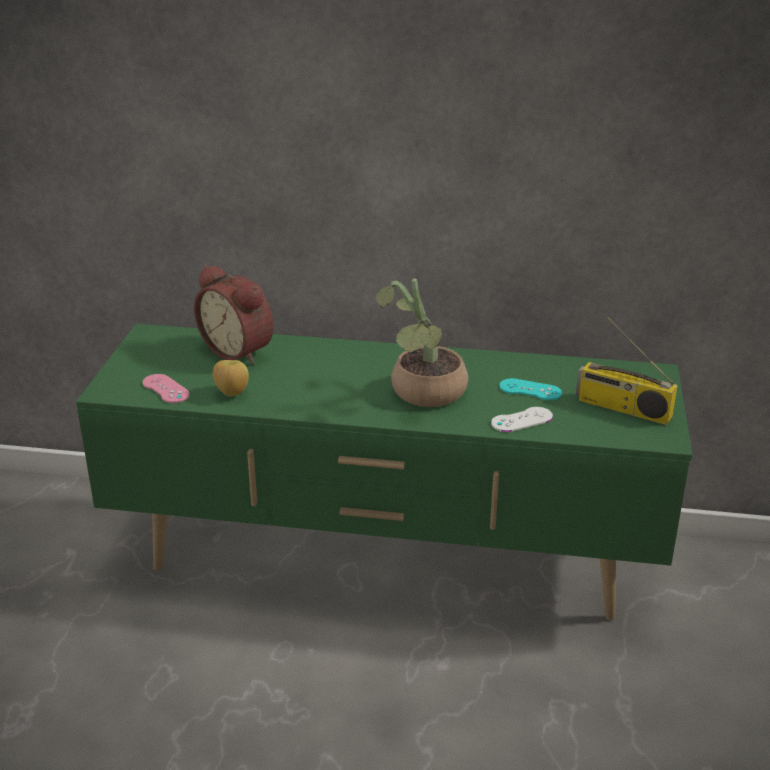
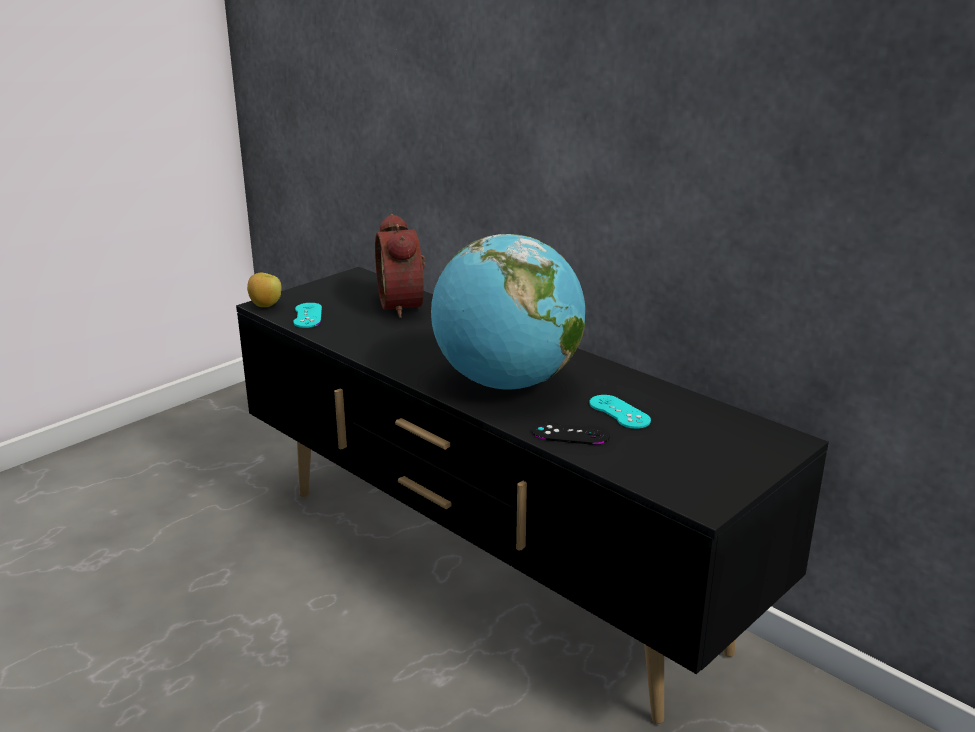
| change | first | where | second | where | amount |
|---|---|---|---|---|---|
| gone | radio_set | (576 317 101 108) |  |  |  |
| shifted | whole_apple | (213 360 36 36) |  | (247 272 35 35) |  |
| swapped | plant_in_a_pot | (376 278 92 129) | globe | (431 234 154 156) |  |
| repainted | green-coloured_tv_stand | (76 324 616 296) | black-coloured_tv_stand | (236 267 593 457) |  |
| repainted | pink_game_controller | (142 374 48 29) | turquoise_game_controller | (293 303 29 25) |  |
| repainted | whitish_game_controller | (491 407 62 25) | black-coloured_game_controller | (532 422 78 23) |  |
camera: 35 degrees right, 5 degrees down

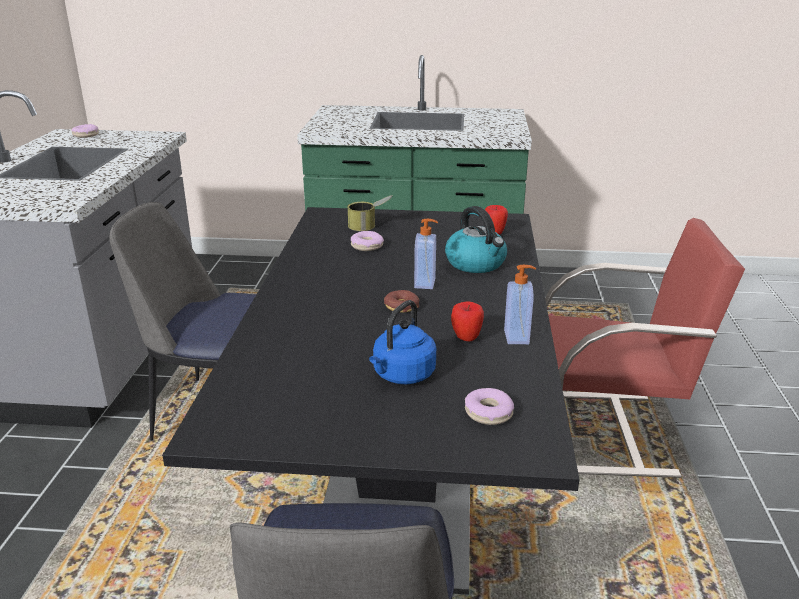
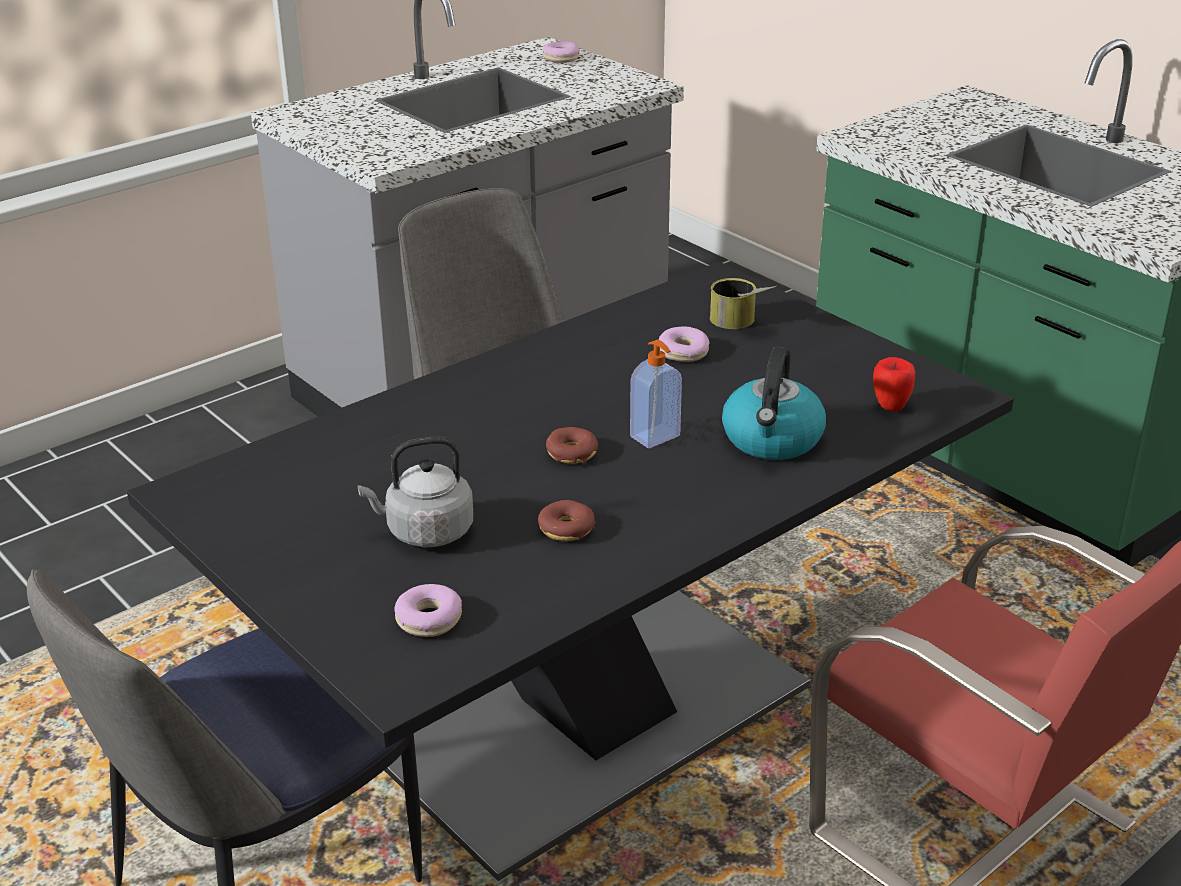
| change | first | where | second | where | amount |
|---|---|---|---|---|---|
| gone | soap_dispenser | (504 265 32 79) |  |  |  |
| swapped | whole_apple | (451 301 33 40) | ring_doughnut | (538 500 58 41) |  |
| repainted | blue-coloured_water_kettle | (369 300 67 84) | grey_water_kettle | (358 436 115 111) |  |
camera: 45 degrees right, 5 degrees up

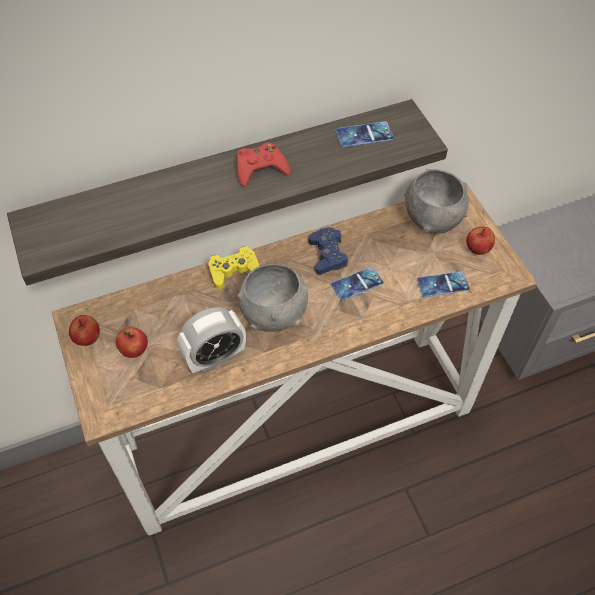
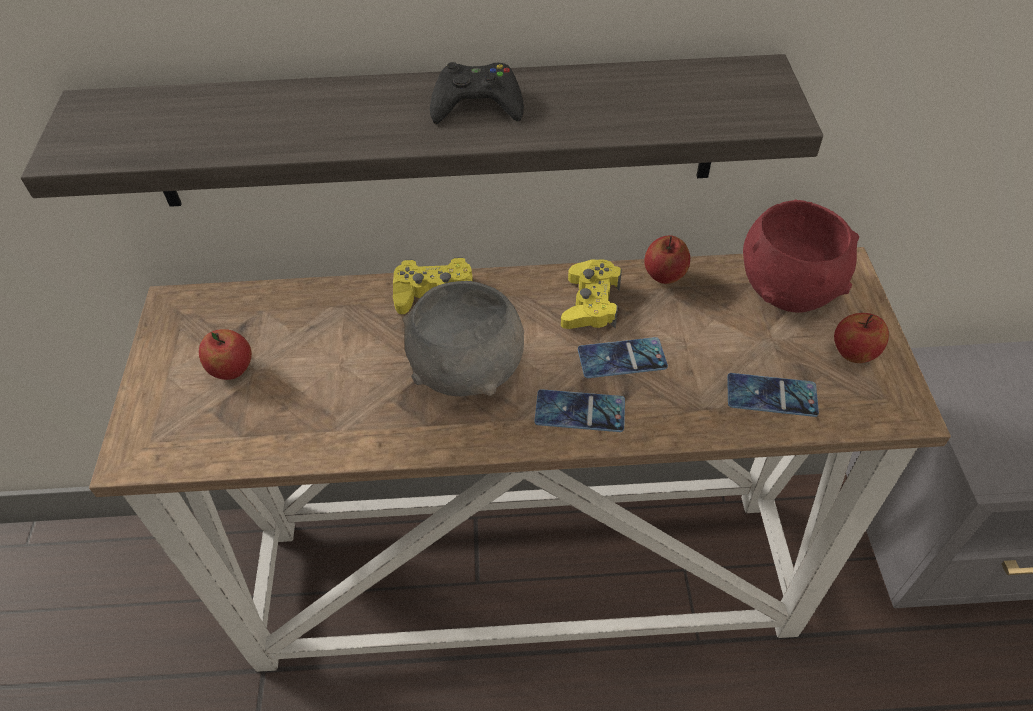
| change | first | where | second | where | amount |
|---|---|---|---|---|---|
| gone | bedside_clock | (177 307 69 66) |  |  |  |
| shifted | whole_apple | (69 315 31 31) |  | (644 235 46 49) |  |
| shifted | phone | (336 121 58 26) |  | (534 389 91 43) |  |
| repainted | reddish_game_controller | (237 143 54 44) | black-coloured_game_controller | (430 62 94 62) |  |
| repainted | blue-coloured_game_controller | (309 227 39 47) | yellowish_game_controller | (561 259 61 70) |  |
| repainted | grey_deep_dish | (404 169 65 65) | reddish_deep_dish | (743 199 116 114) |  |
camera: 20 degrees right, 5 degrees down

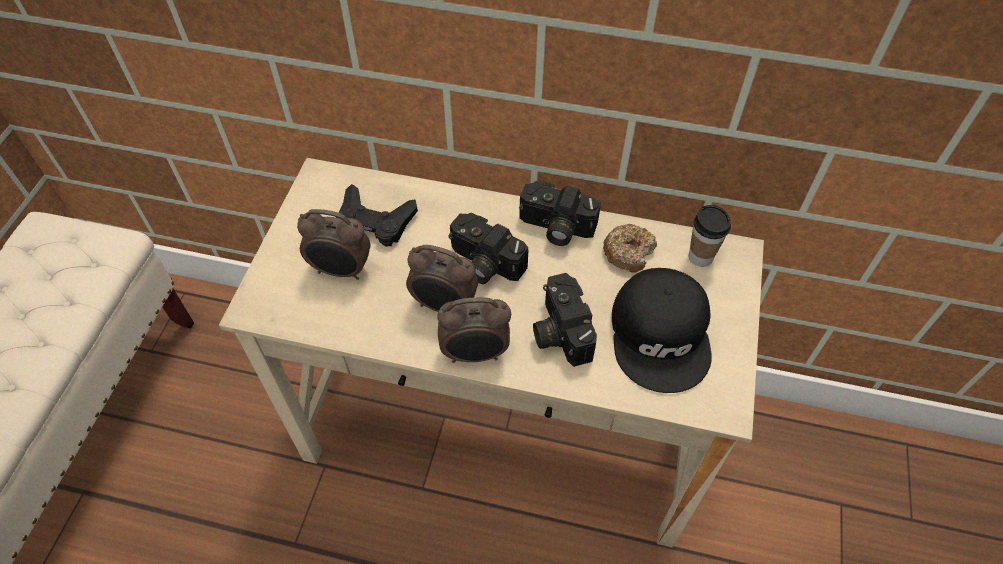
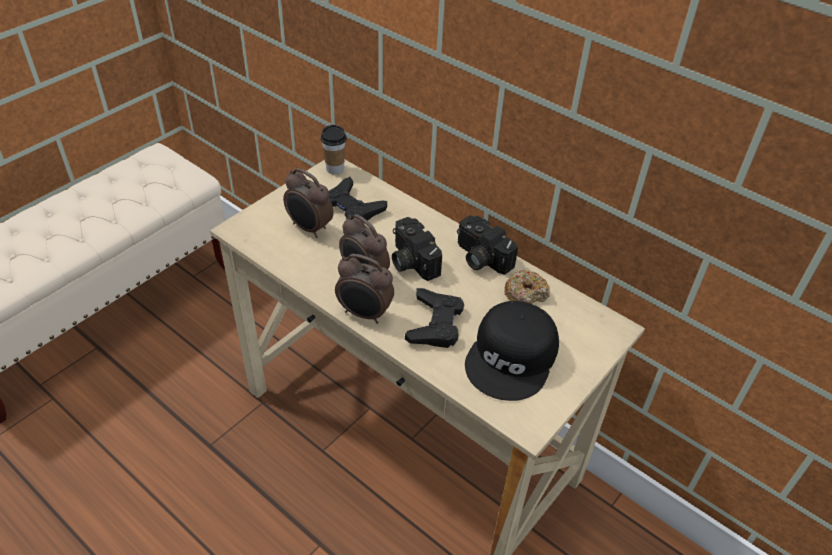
| change | first | where | second | where | amount |
|---|---|---|---|---|---|
| shifted | small_cup | (689 205 42 62) |  | (321 125 26 50) |  |
| swapped | photo_camera | (533 273 64 94) | black-coloured_game_controller | (405 288 59 60) |  |
camera: 25 degrees right, 10 degrees down

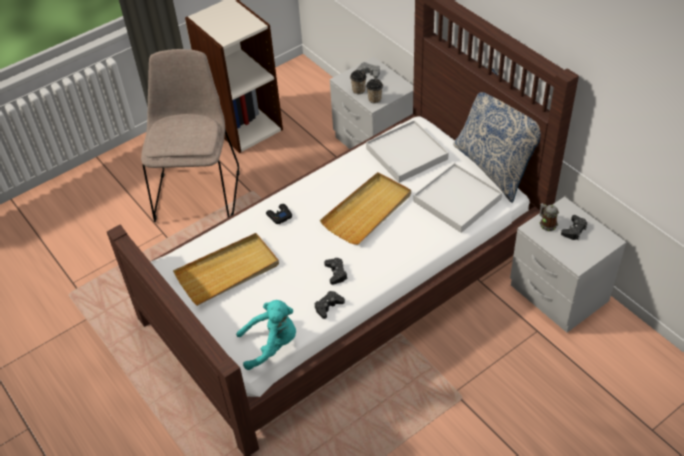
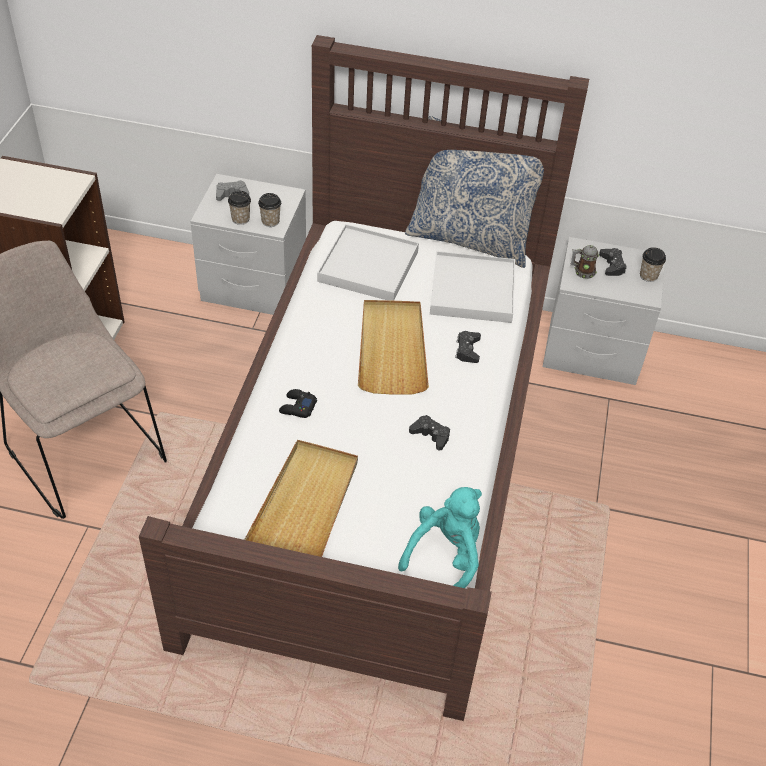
| change | first | where | second | where | amount |
|---|---|---|---|---|---|
| new |  |  | small_cup | (640 247 26 35) |  |
| shifted | black-coloured_game_controller | (315 291 30 28) |  | (455 331 26 32) |  |
camera: 45 degrees left, 0 degrees up

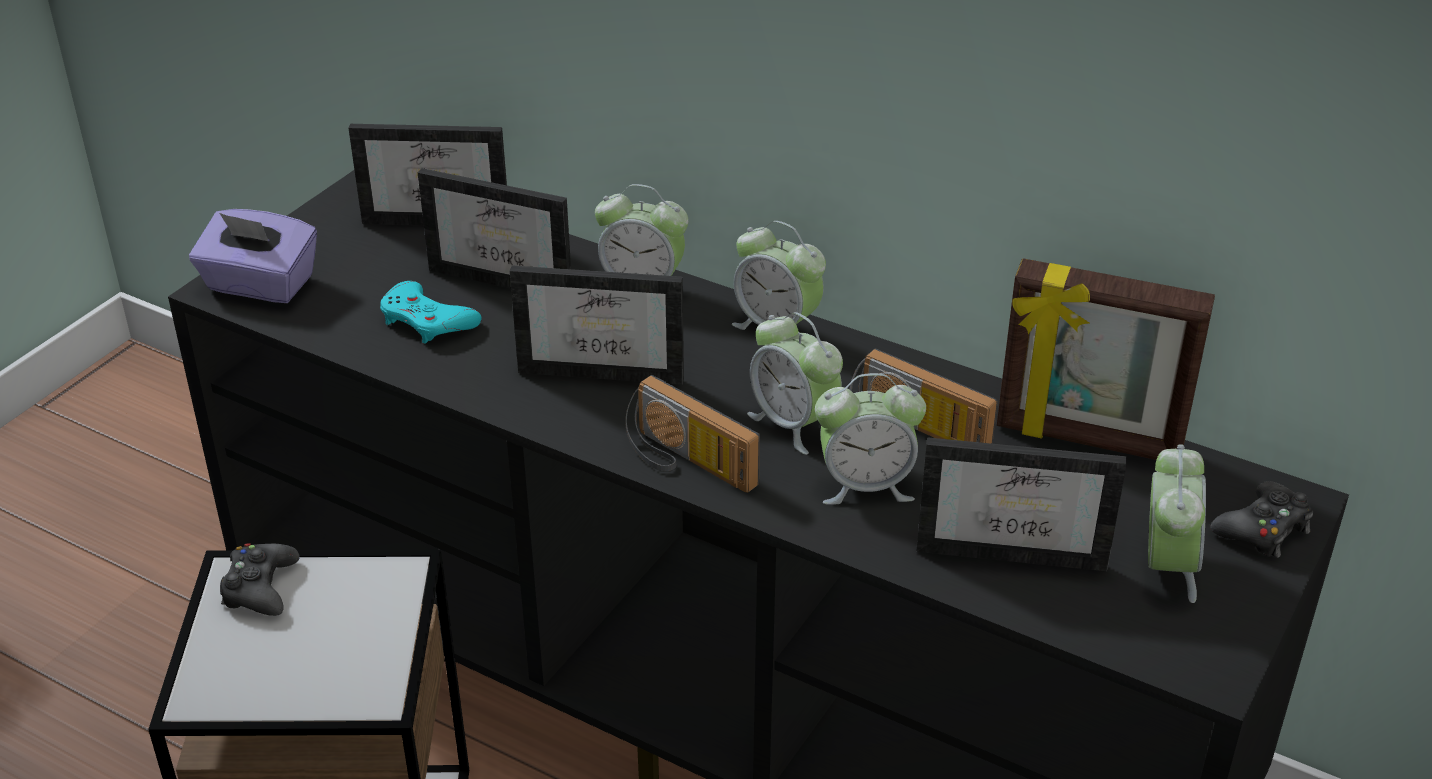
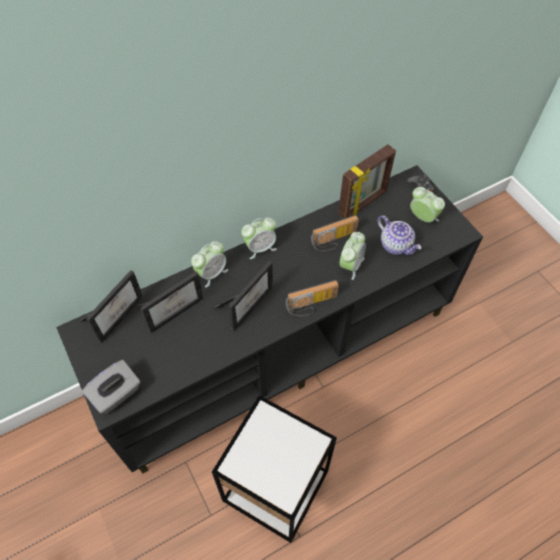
| change | first | where | second | where | amount |
|---|---|---|---|---|---|
| gone | black-coloured_game_controller | (220 543 80 73) |  |  |  |
| gone | turquoise_game_controller | (380 281 101 63) |  |  |  |
| gone | bedside_clock | (747 312 96 143) |  |  |  |
| swapped | photo_frame | (916 437 211 134) | teapot | (377 215 44 40) |  |
| repainted | purple_box_of_tissues | (189 209 128 94) | grey_box_of_tissues | (82 360 58 54) |  |
camera: 60 degrees left, 20 degrees up

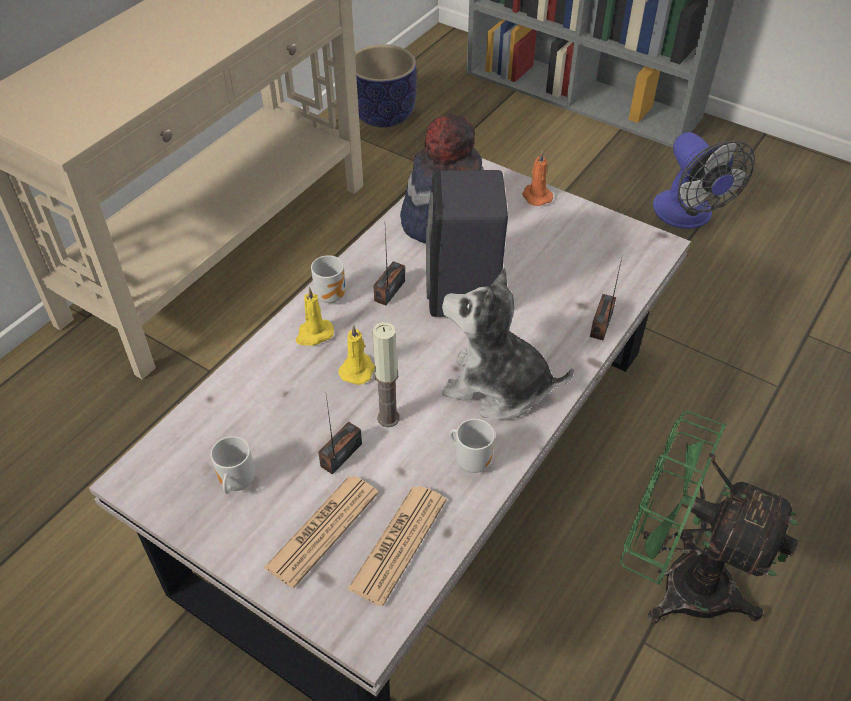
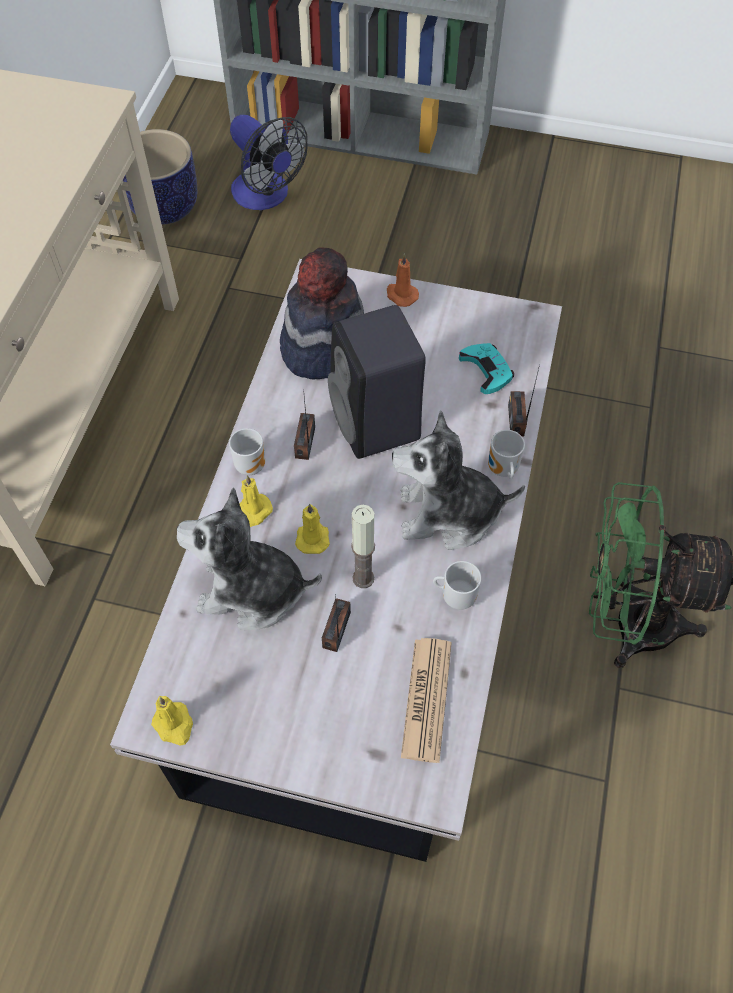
| change | first | where | second | where | amount |
|---|---|---|---|---|---|
| gone | newspaper | (264 476 115 112) |  |  |  |
| new |  |  | yellowish_wax_light | (151 696 42 50) |  |
| new |  |  | soft_toy | (177 487 145 143) |  |
| new |  |  | turquoise_game_controller | (459 343 55 51) |  |
| shifted | mug | (211 436 44 58) |  | (488 430 37 49) |  |
| shifted | fan | (653 132 102 97) |  | (230 115 78 95) |  |
camera: 20 degrees left, 10 degrees up

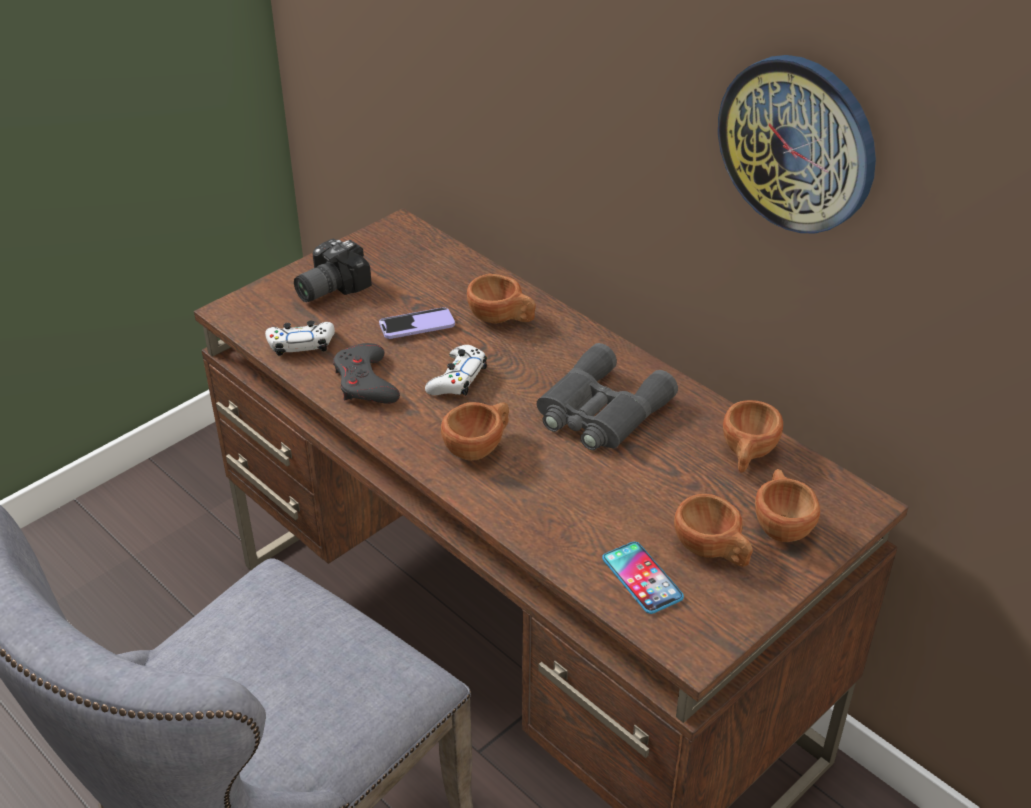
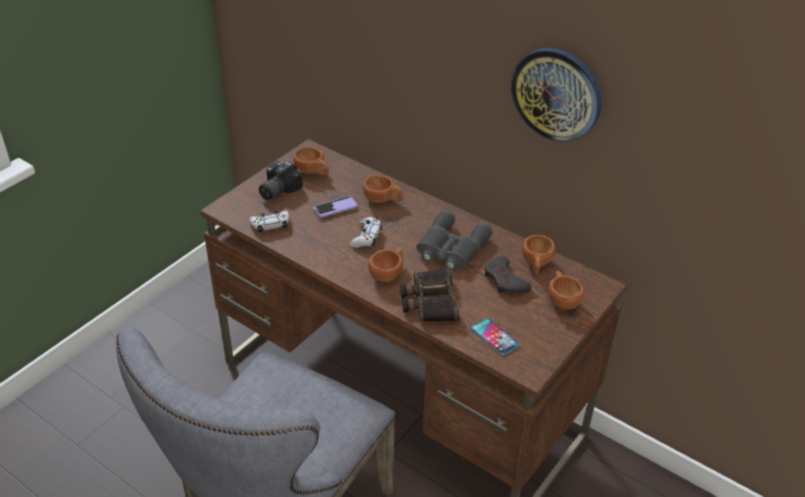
| change | first | where | second | where | amount |
|---|---|---|---|---|---|
| new |  |  | pair_of_binoculars | (400 268 60 54) |  |
| shifted | grey_game_controller | (333 343 67 61) |  | (484 256 48 37) |  |
| shifted | brown-coloured_small_cup | (674 494 79 73) |  | (293 147 36 29) |  |
camera: 10 degrees left, 0 degrees up

